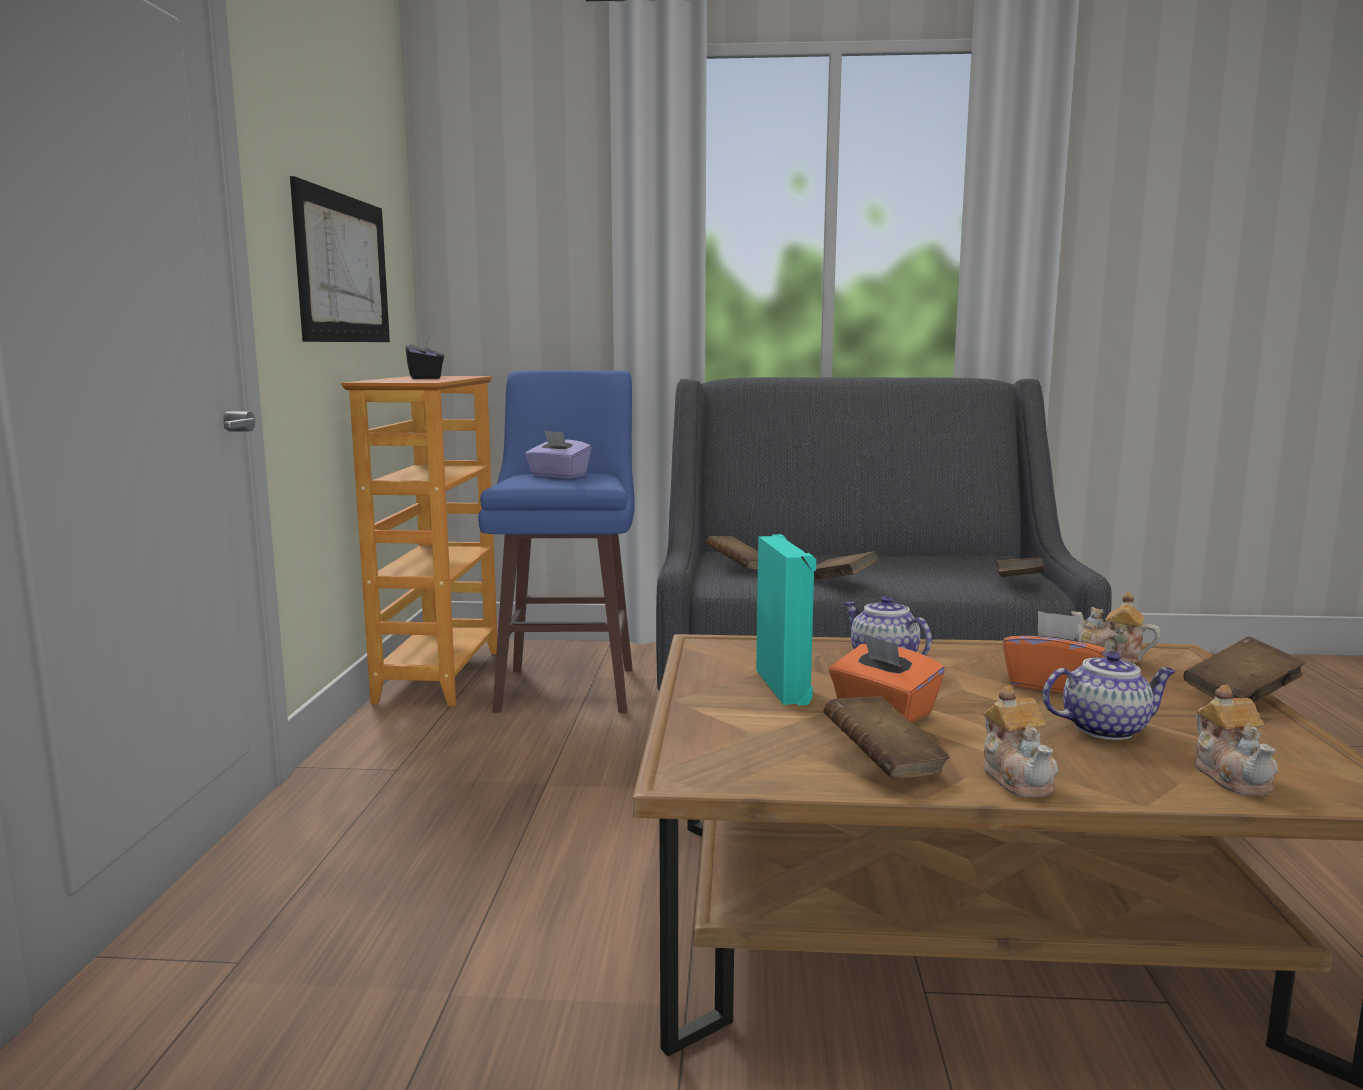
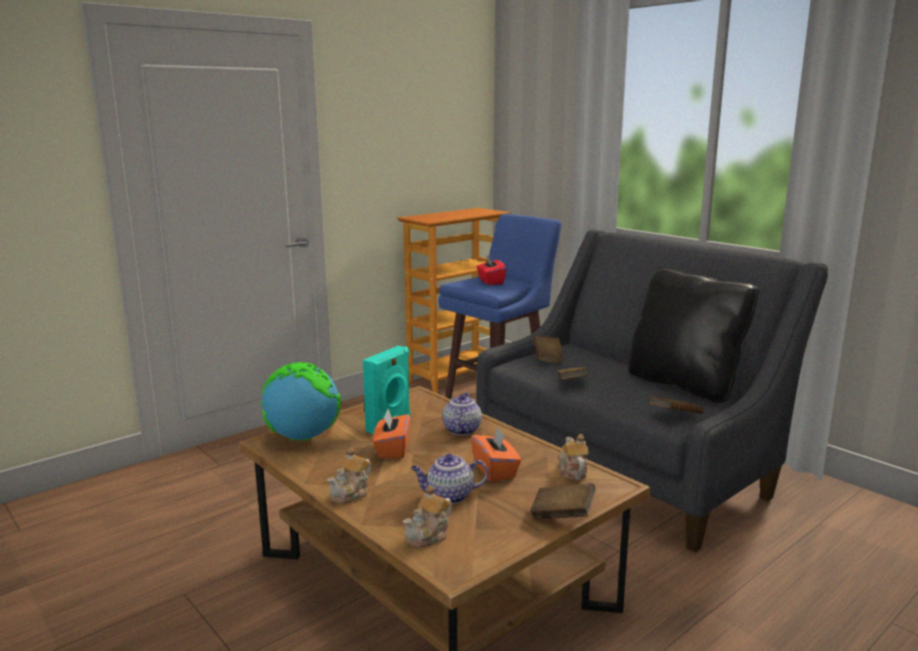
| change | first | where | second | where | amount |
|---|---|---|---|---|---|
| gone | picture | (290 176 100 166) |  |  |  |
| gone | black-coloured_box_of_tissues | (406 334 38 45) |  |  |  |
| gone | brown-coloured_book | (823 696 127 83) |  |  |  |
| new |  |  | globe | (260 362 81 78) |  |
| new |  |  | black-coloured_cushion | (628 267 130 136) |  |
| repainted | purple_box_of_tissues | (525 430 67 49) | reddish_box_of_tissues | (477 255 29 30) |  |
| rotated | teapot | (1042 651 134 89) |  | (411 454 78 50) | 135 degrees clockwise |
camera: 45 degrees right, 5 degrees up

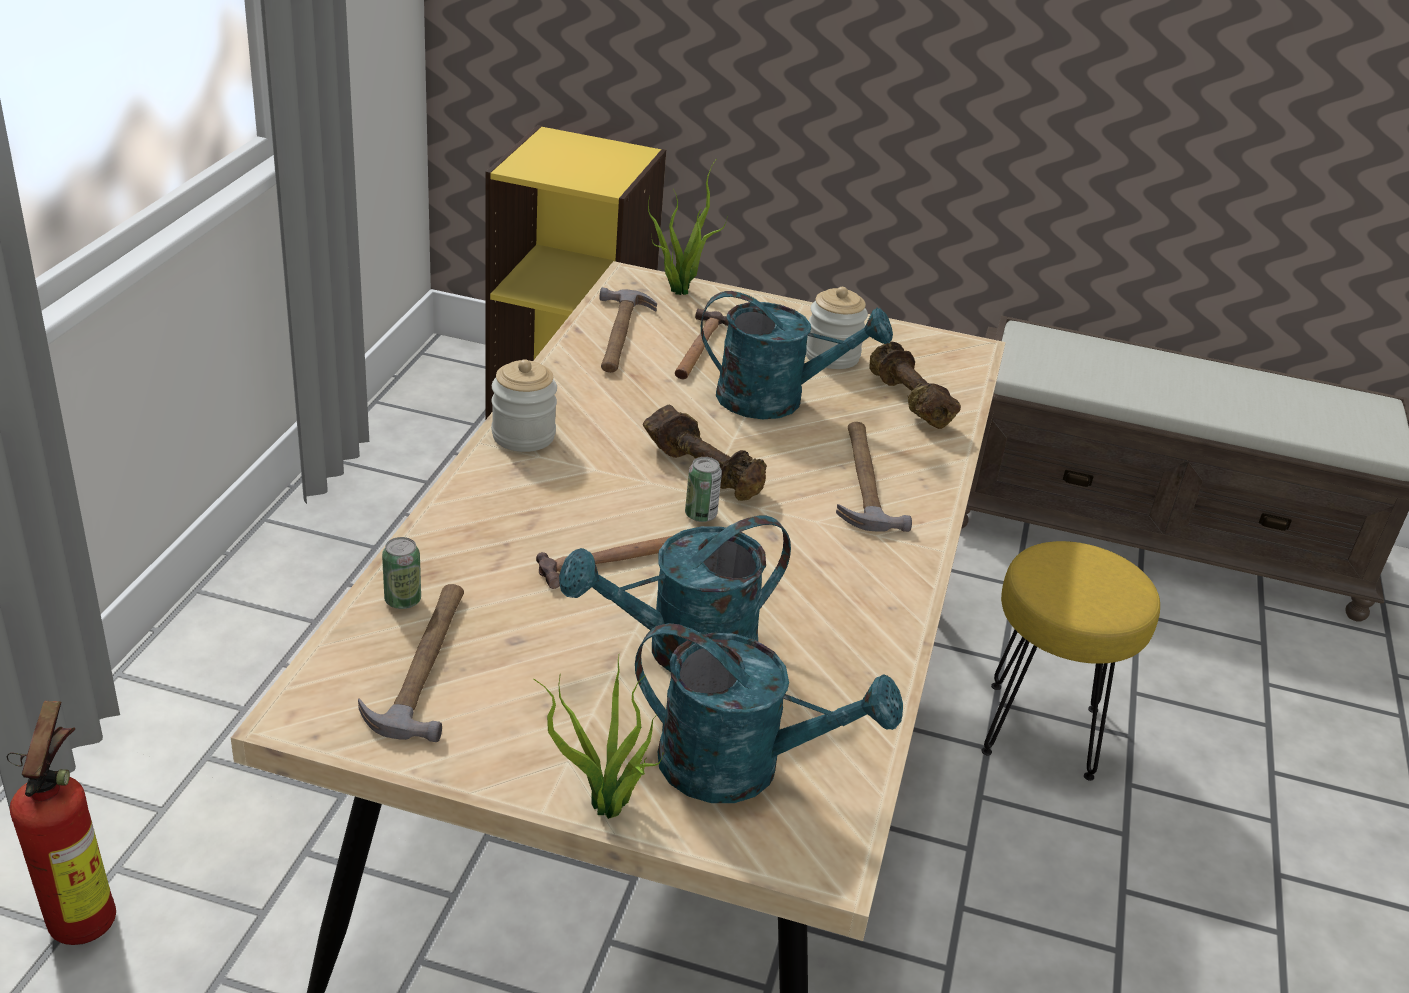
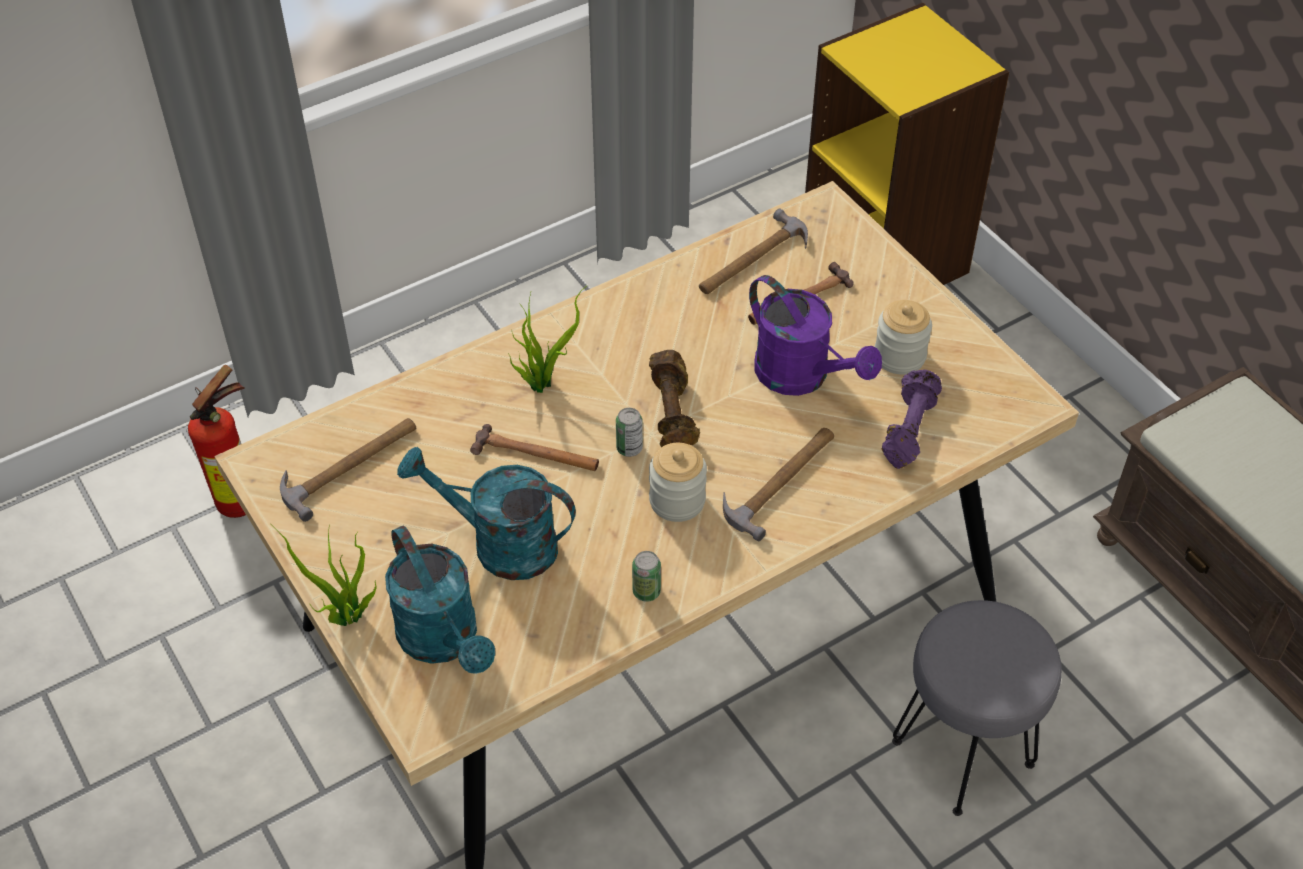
| change | first | where | second | where | amount |
|---|---|---|---|---|---|
| shifted | metal_can | (382 537 39 72) |  | (632 551 29 51) |  |
| shifted | jar | (491 359 66 93) |  | (649 443 58 79) |  |
| shifted | plant_in_a_pot | (648 158 80 137) |  | (509 285 79 108) |  |
| repainted | turquoise_watering_pot | (701 291 192 128) | purple_watering_pot | (749 275 133 121) |  |
| repainted | brown-coloured_hand_weight | (869 342 92 87) | purple_hand_weight | (882 370 60 99) |  |
| repainted | yellowish_stool | (981 541 179 240) | grey_stool | (892 600 170 216) |  |
camera: 45 degrees right, 15 degrees up

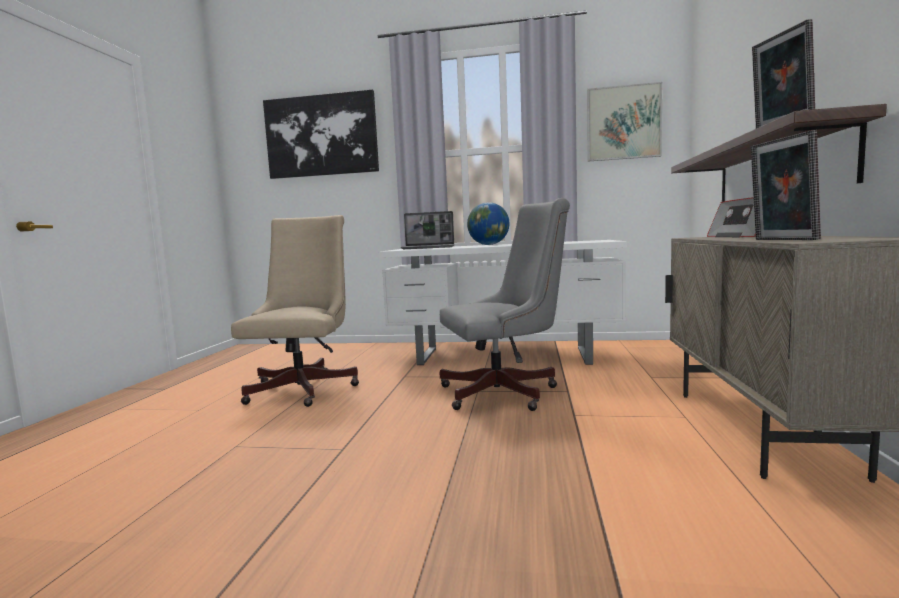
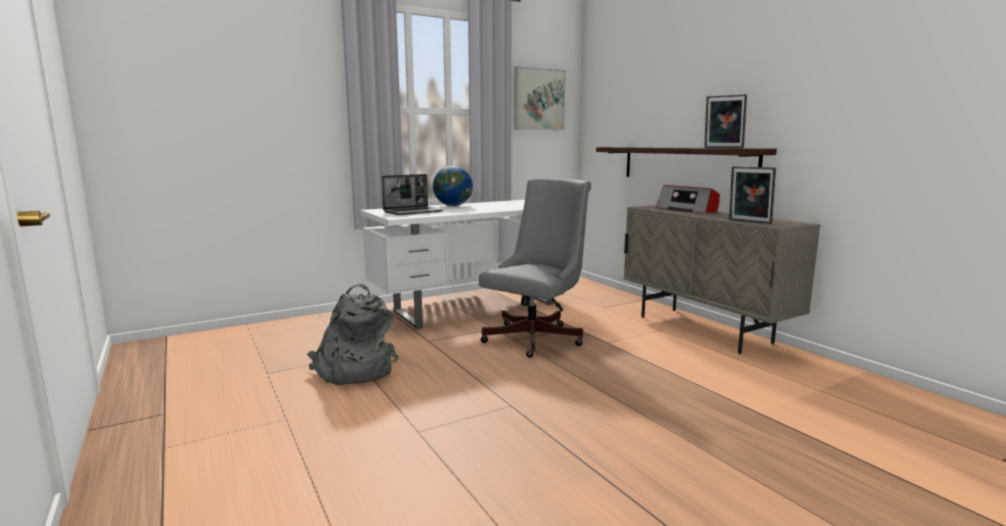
| change | first | where | second | where | amount |
|---|---|---|---|---|---|
| gone | picture | (263 90 116 89) |  |  |  |
| swapped | beige_desk_chair | (231 215 128 192) | grey_backpack | (307 284 91 101) |  |
camera: 40 degrees left, 5 degrees up

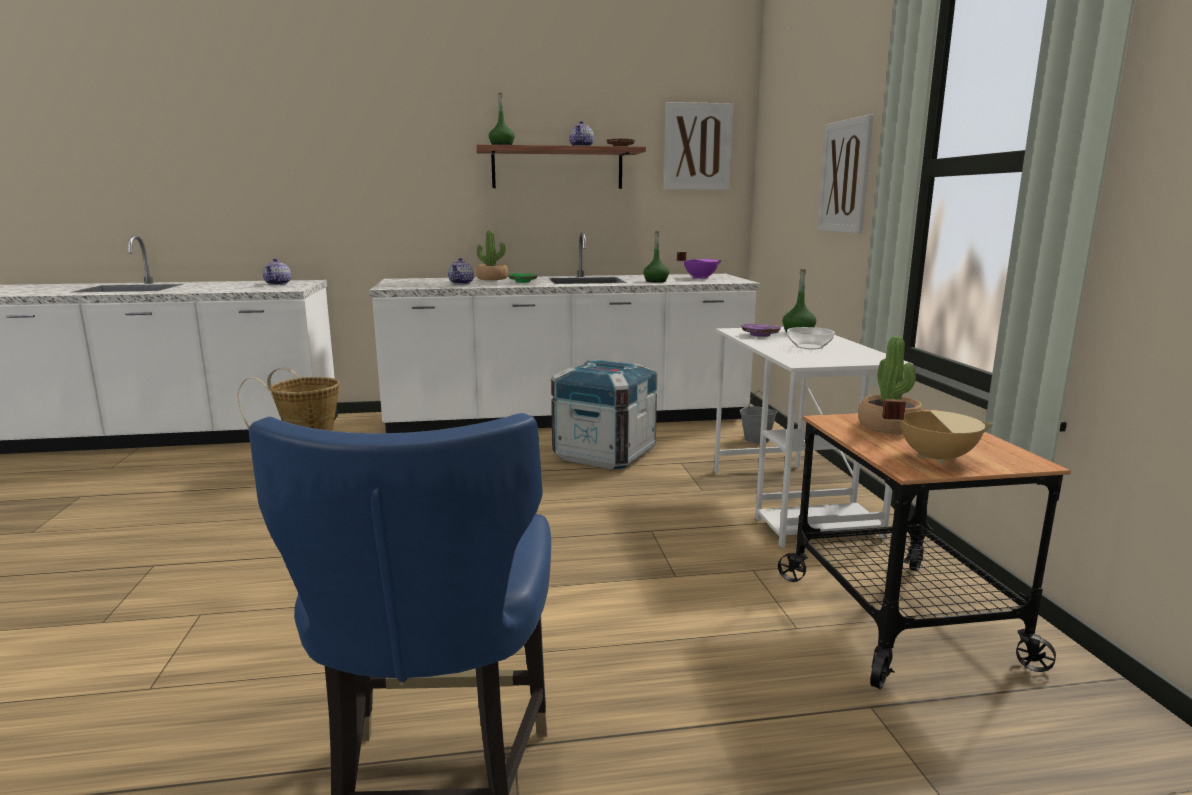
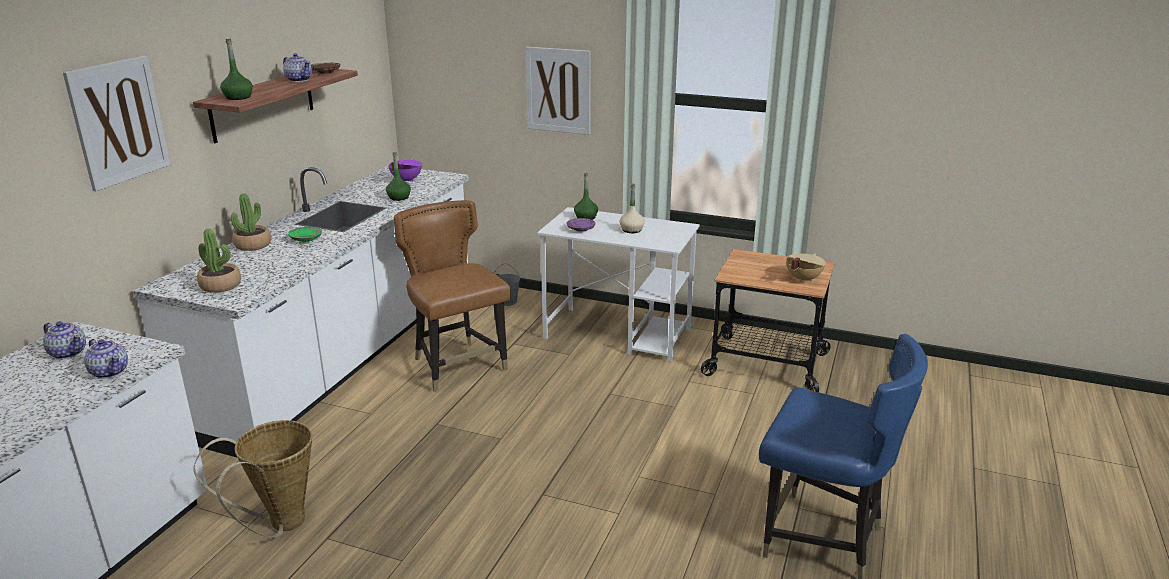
| change | first | where | second | where | amount |
|---|---|---|---|---|---|
| shifted | teapot | (448 258 26 26) |  | (84 339 44 40) |  |
| shifted | picture | (664 102 69 88) |  | (63 56 108 135) |  |
| shifted | plant_in_a_pot | (858 336 66 98) |  | (197 229 44 64) |  |
| swapped | shipping_crate | (551 360 106 110) | brown-coloured_upright_chair | (394 200 117 192) |  |
| swapped | deep_dish | (787 327 48 23) | beige_beverage_bottle | (620 184 25 49) |  |
camera: 60 degrees left, 10 degrees up

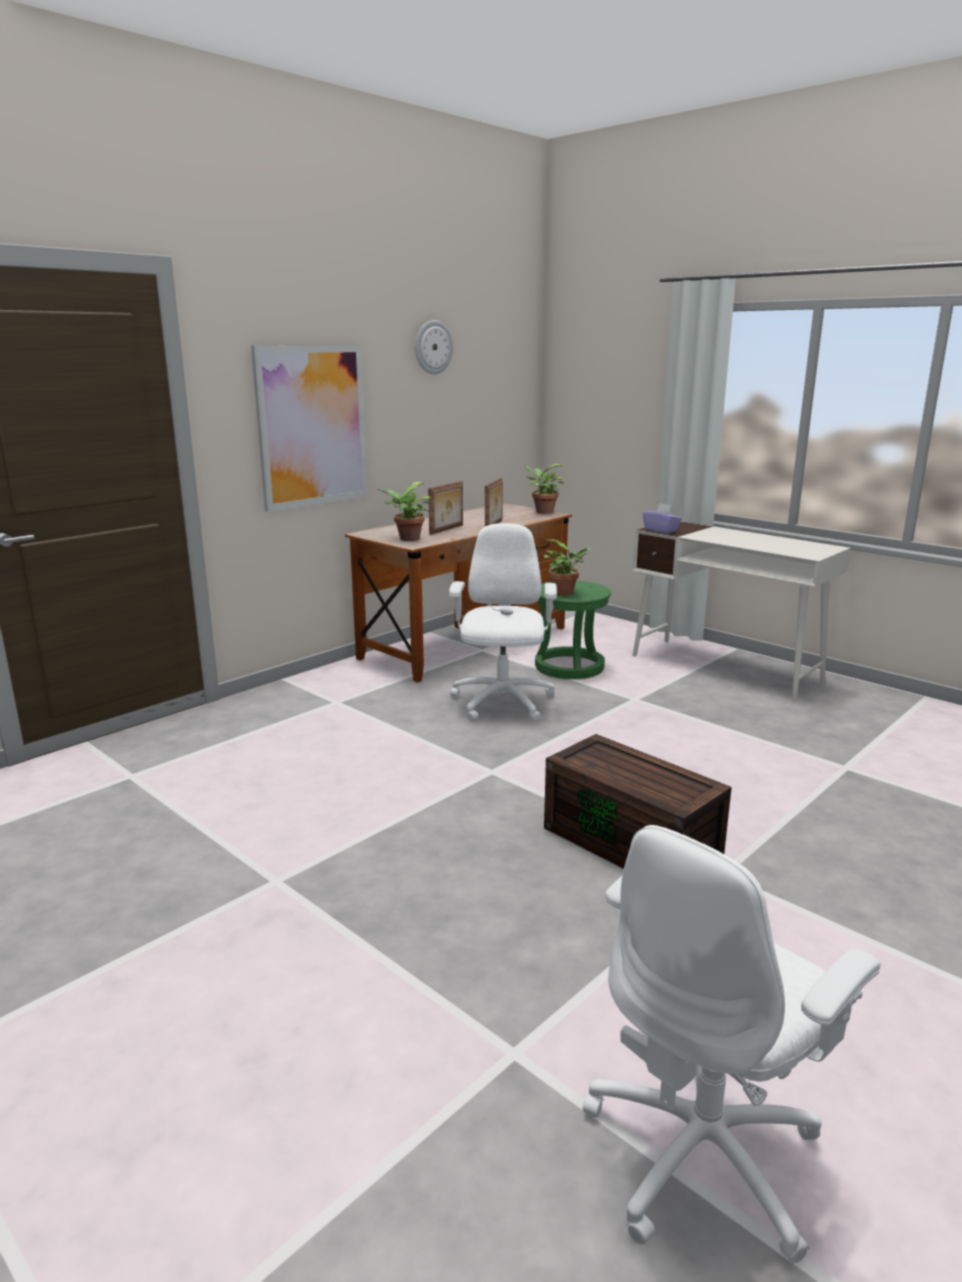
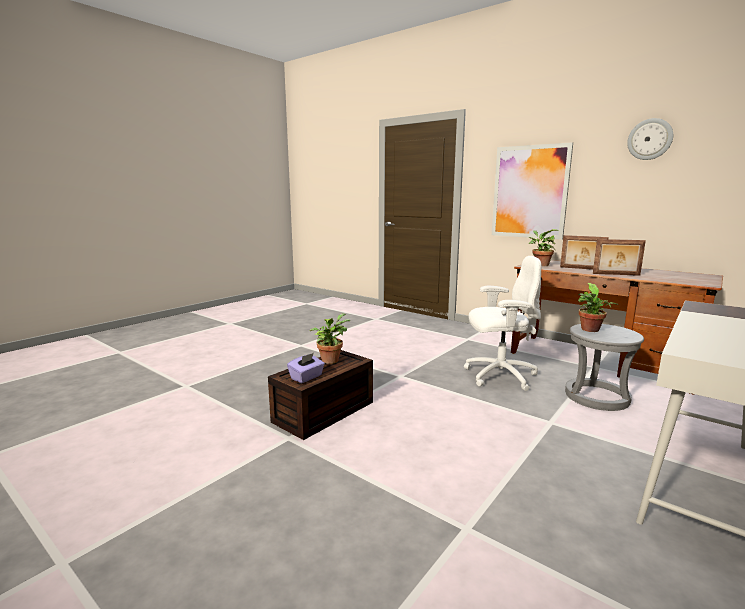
| change | first | where | second | where | amount |
|---|---|---|---|---|---|
| gone | whitish_desk_chair | (582 825 298 438) |  |  |  |
| shifted | plant_in_a_pot | (524 464 40 50) |  | (309 313 41 51) |  |
| shifted | purple_box_of_tissues | (643 503 39 30) |  | (287 353 38 30) |  |
| repainted | green-coloured_stool | (535 581 76 98) | grey_stool | (565 324 79 87) |  |
camera: 85 degrees right, 5 degrees down

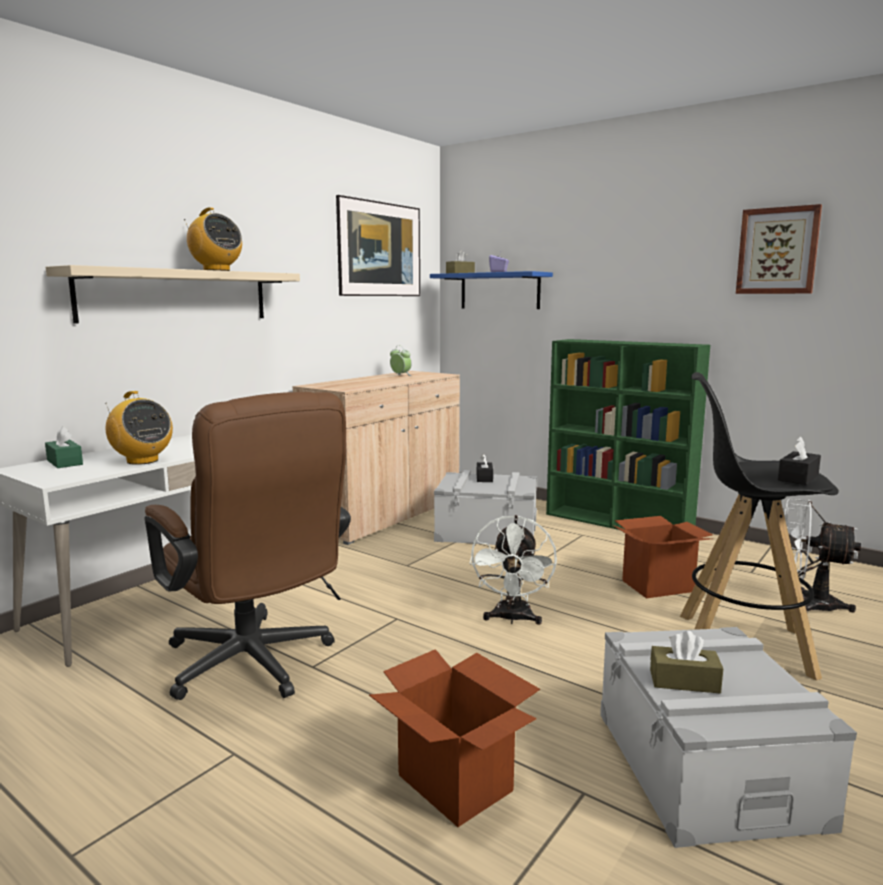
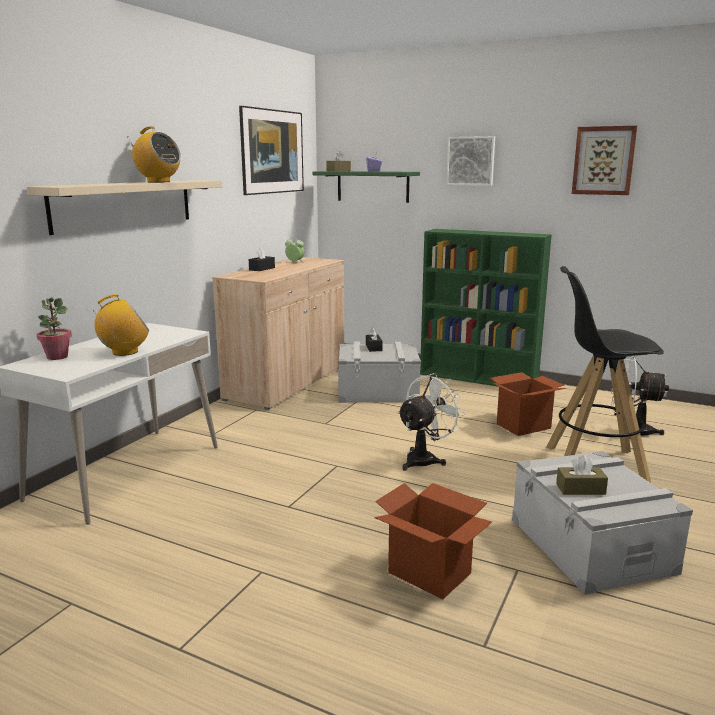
| change | first | where | second | where | amount |
|---|---|---|---|---|---|
| gone | brown-coloured_desk_chair | (145 392 206 308) |  |  |  |
| new |  |  | picture | (446 136 49 50) |  |
| shifted | black-coloured_box_of_tissues | (778 437 43 48) |  | (249 247 26 24) |  |
| swapped | green-coloured_box_of_tissues | (45 426 38 42) | plant_in_a_pot | (37 297 35 63) |  |
| repainted | blue-coloured_shelf | (430 271 123 38) | green-coloured_shelf | (312 171 108 32) |  |
| rotated | radio_set | (105 391 68 74) |  | (93 294 57 62) | 60 degrees counterclockwise |
| rotated | whitish_fan | (470 515 87 110) |  | (397 373 69 98) | 135 degrees counterclockwise |
camera: 10 degrees left, 5 degrees up

